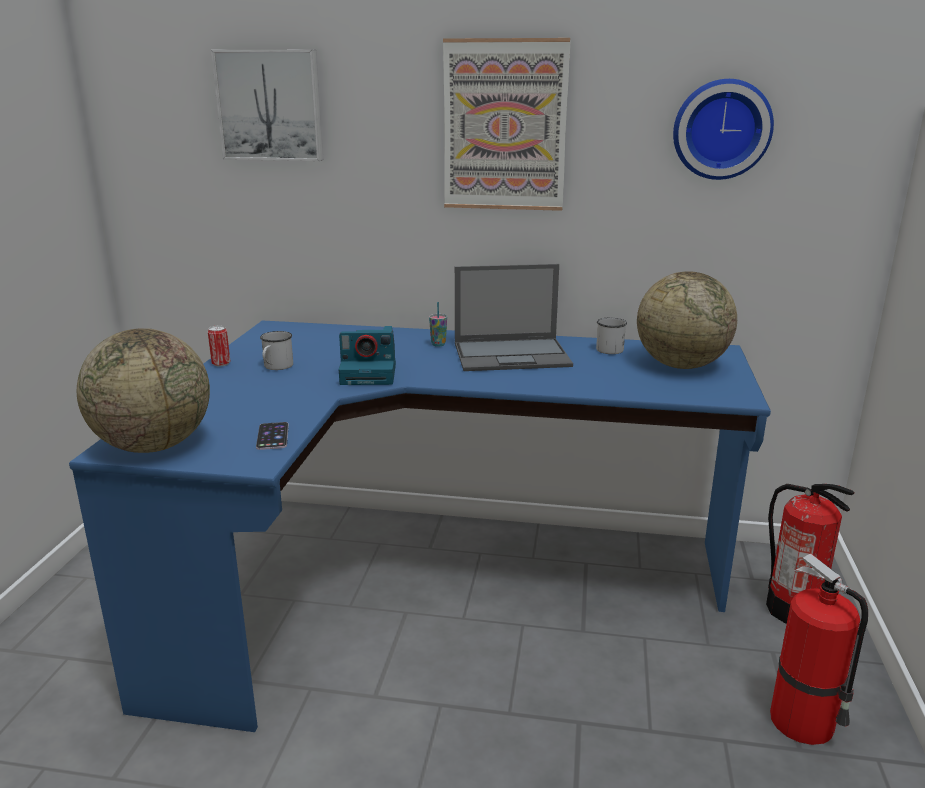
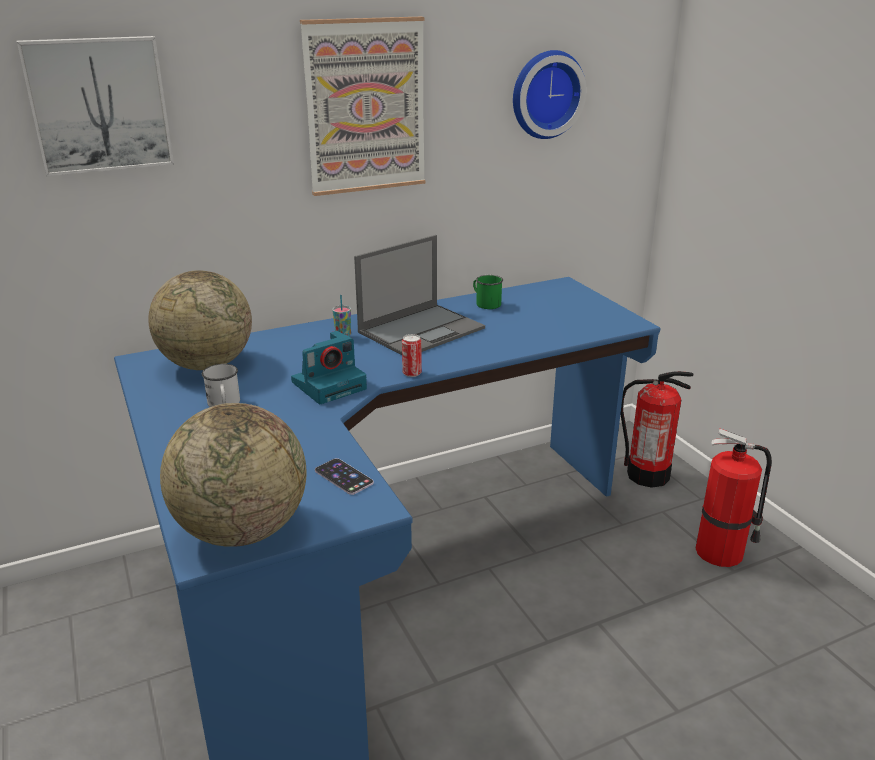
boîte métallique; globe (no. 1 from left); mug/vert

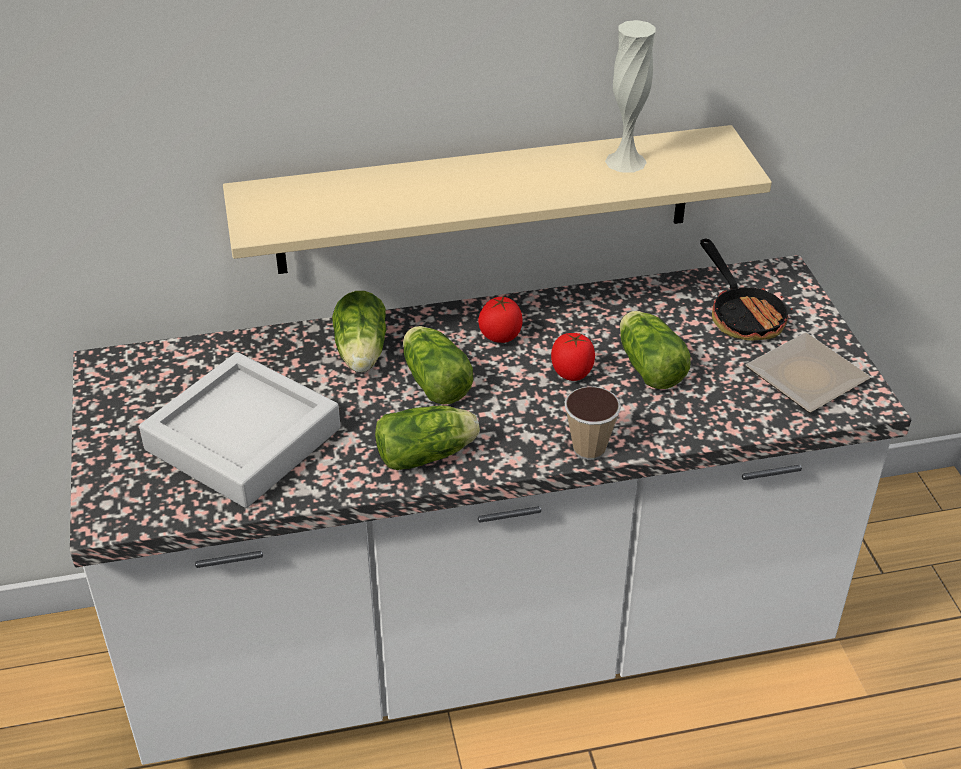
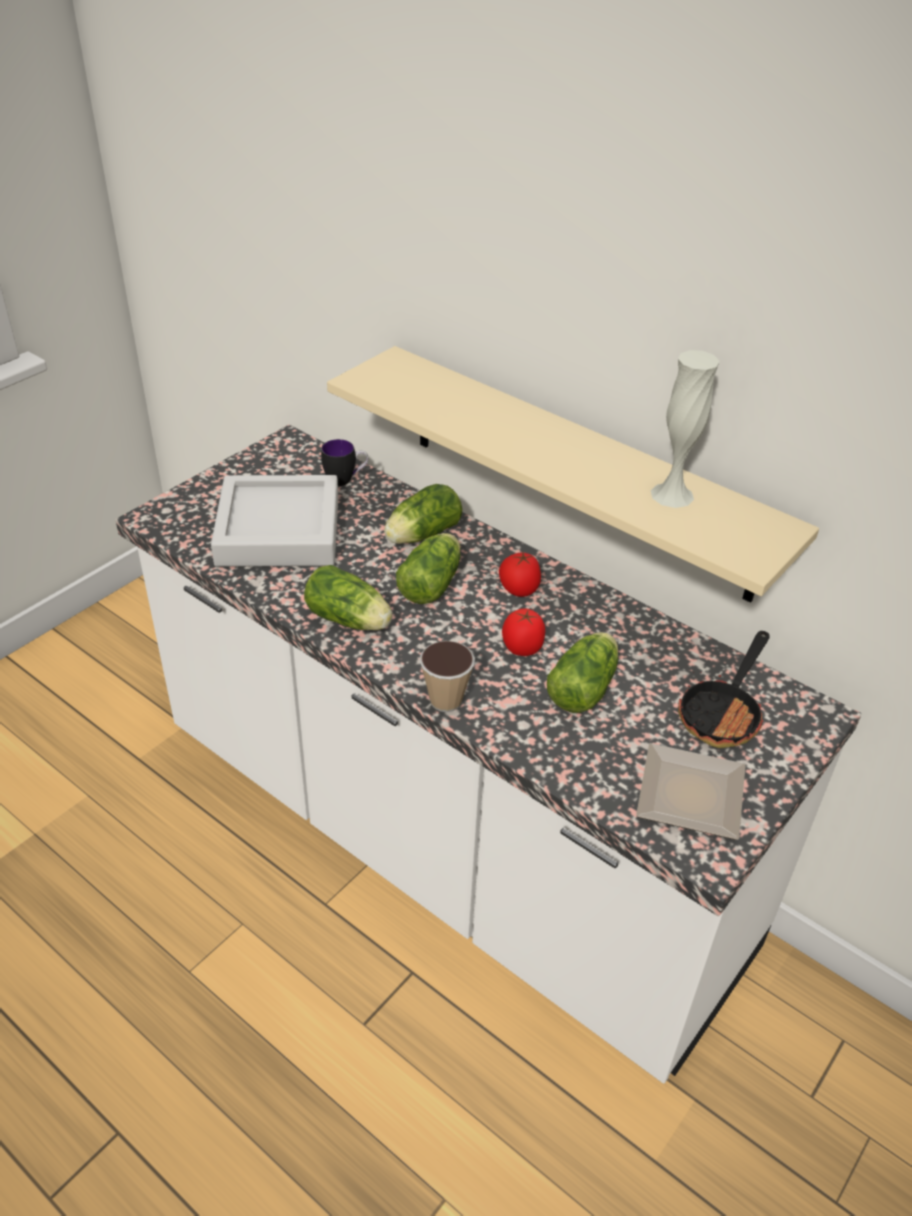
mug

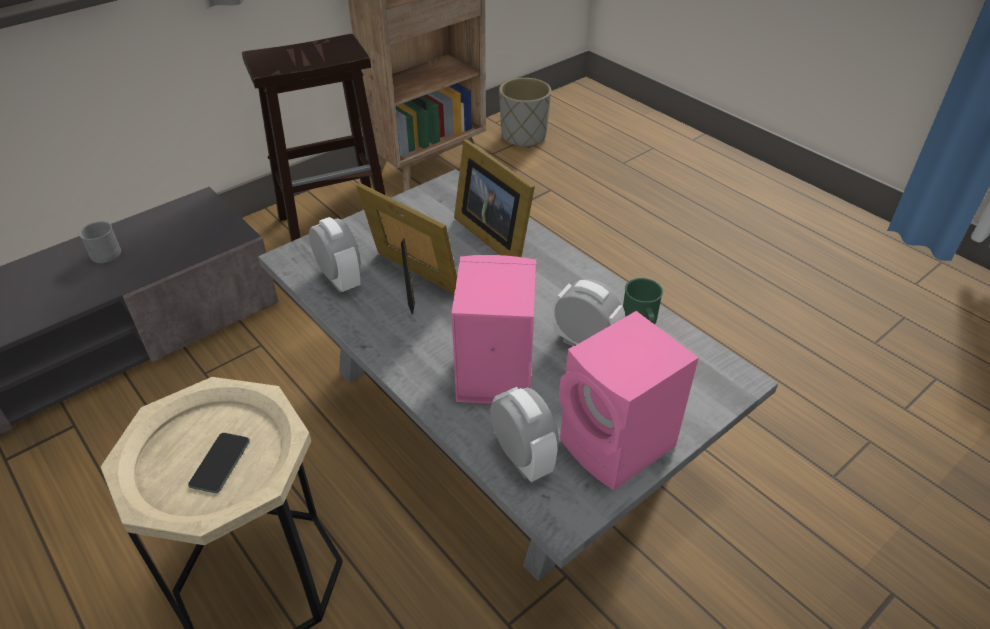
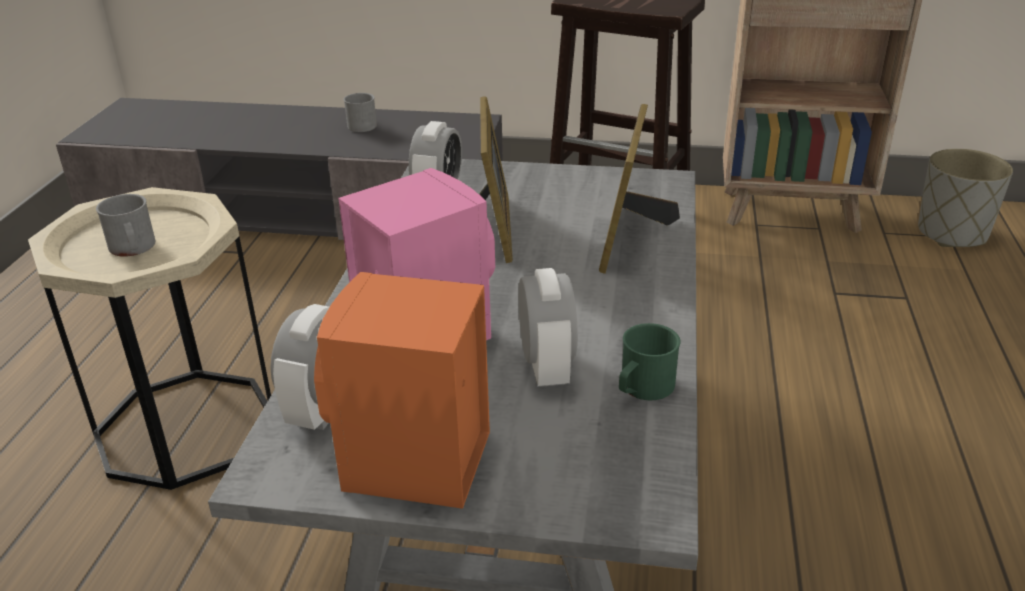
mug/gris (no. 1 from left); enceinte/orange

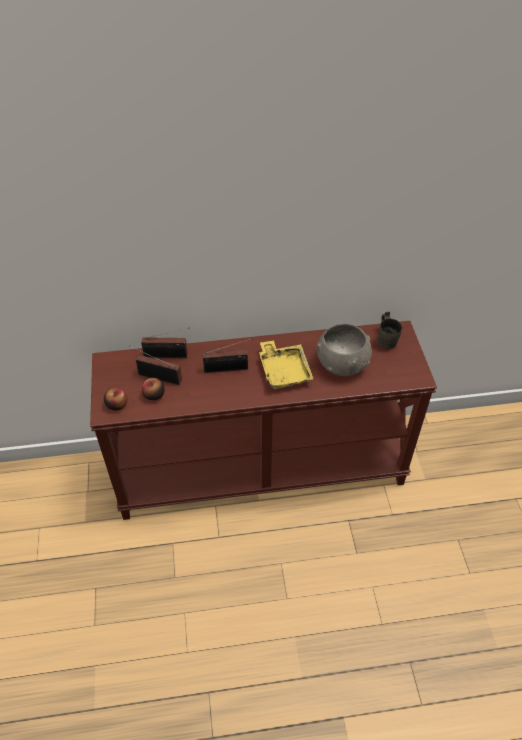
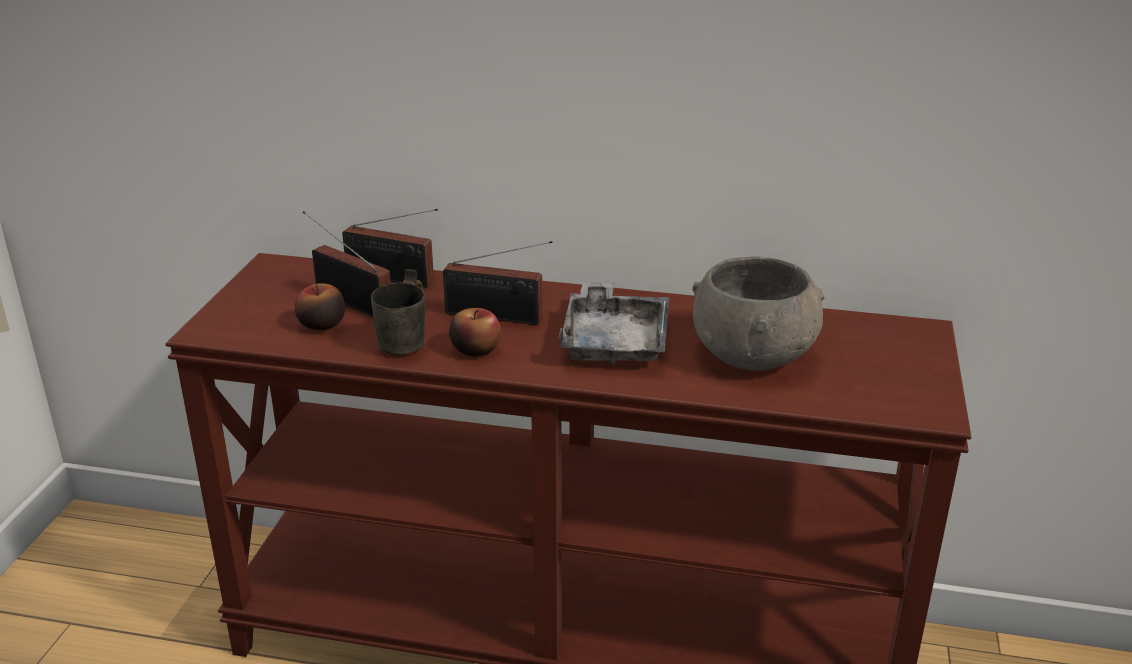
pomme (no. 2 from left); mug/gris; plateau/gris

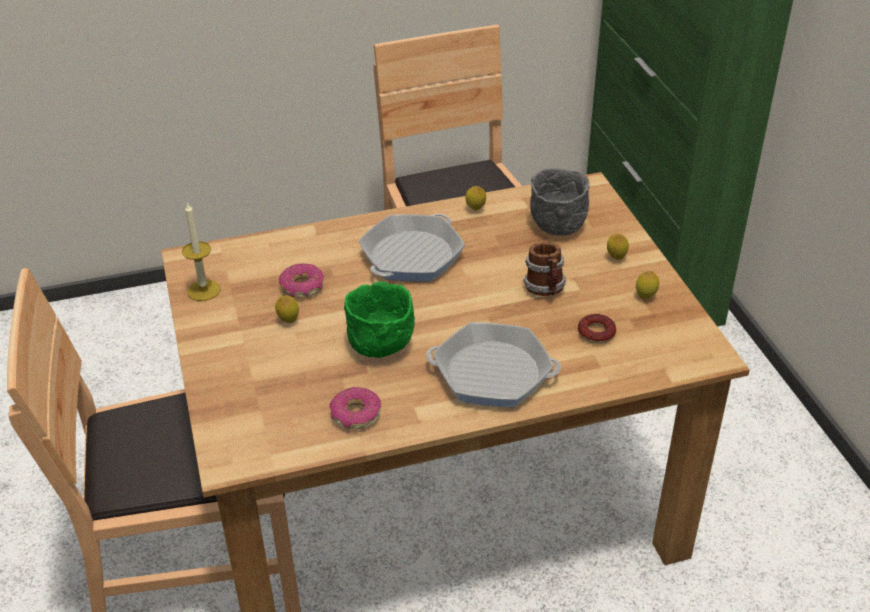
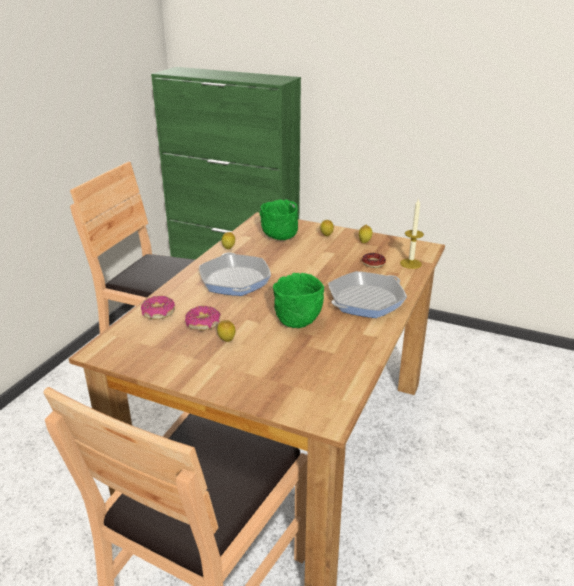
mug; bougie; beignet (no. 1 from left); bol/vert (no. 1 from left)

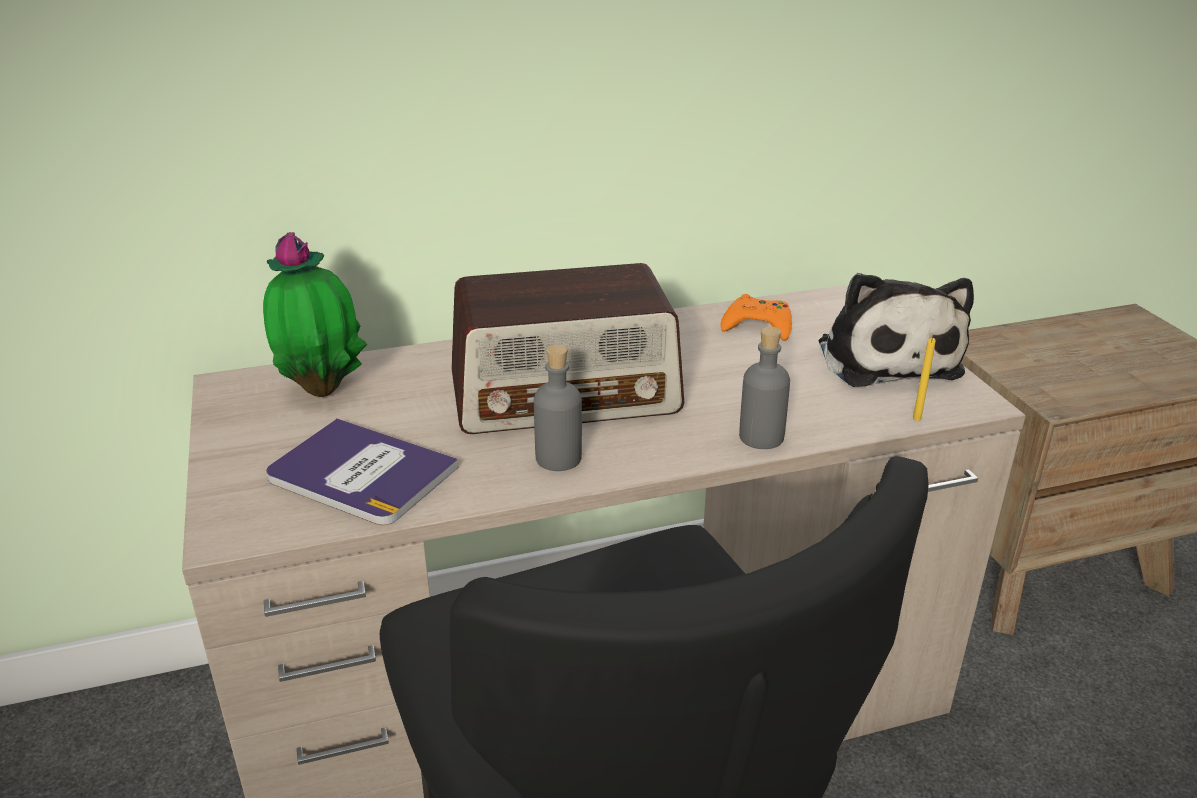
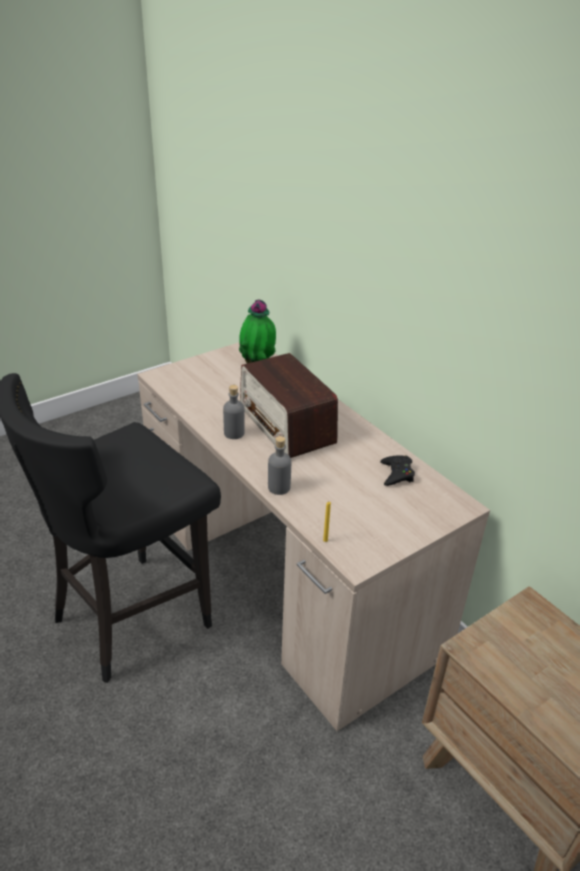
livre; peluche; manette/noir

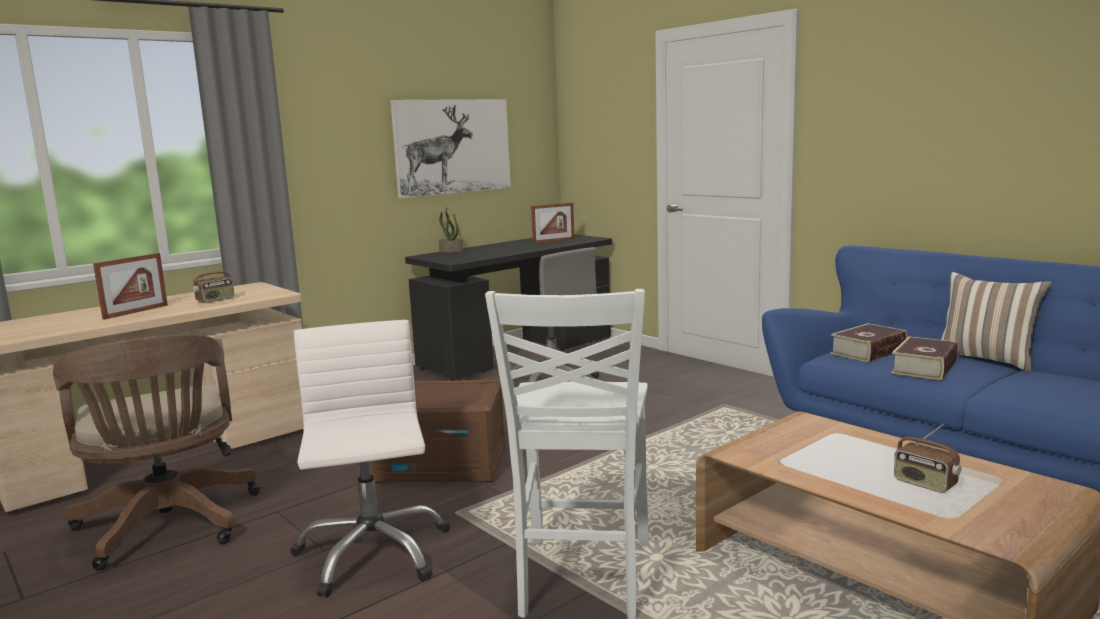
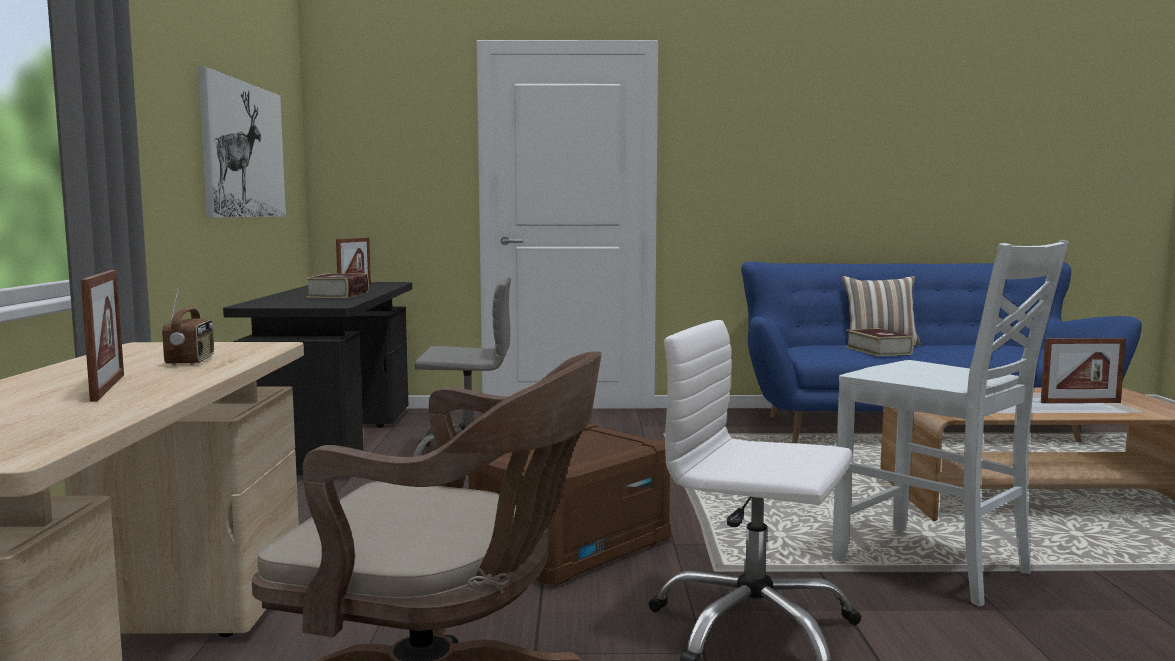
plante en pot; livre (no. 1 from left); cadre photo (no. 3 from left)

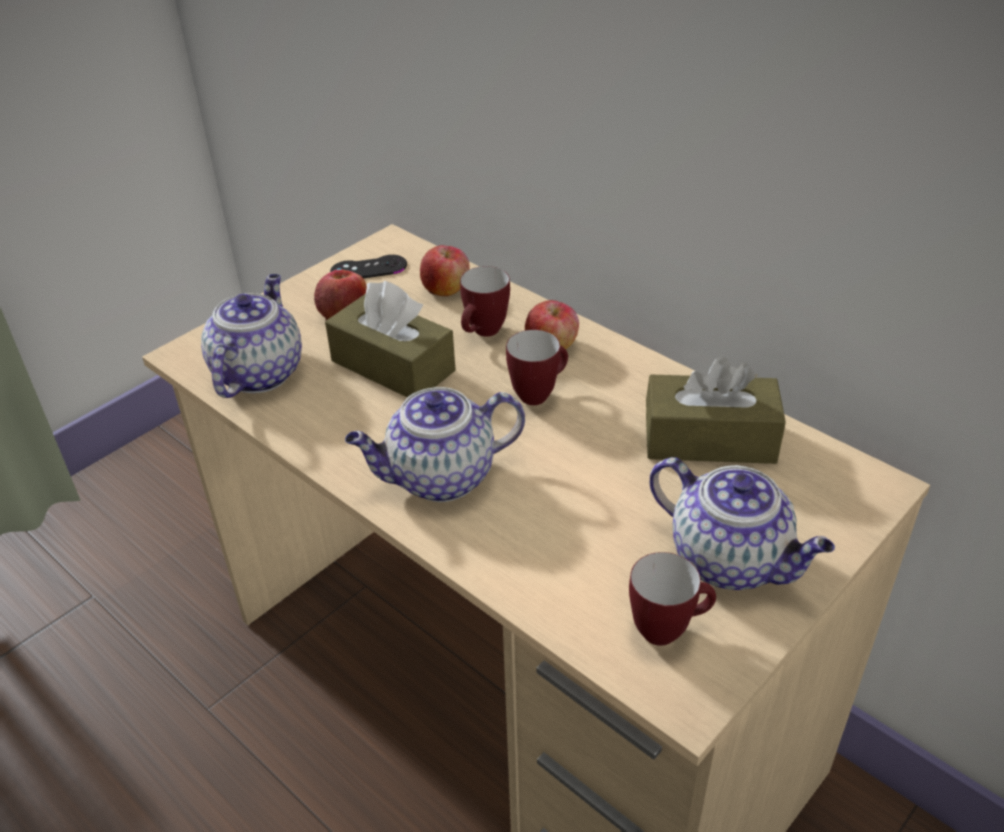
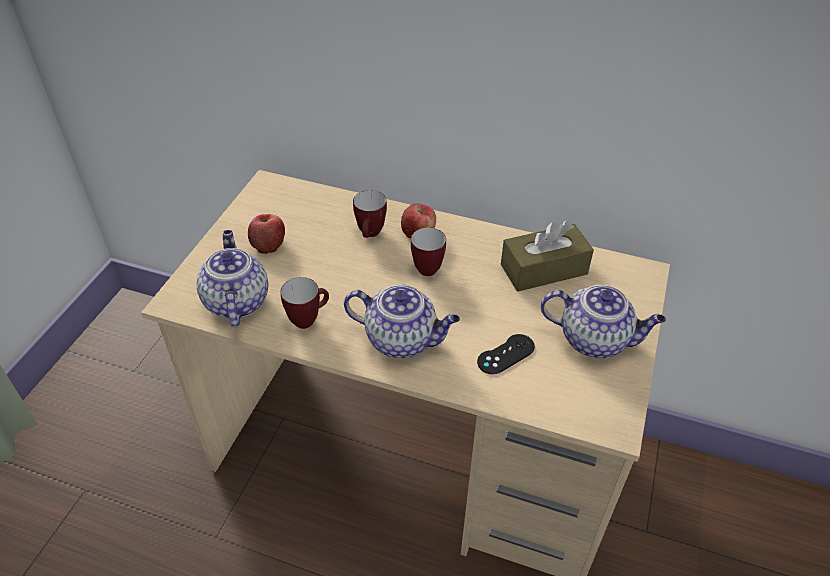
boîte à mouchoirs/marron (no. 1 from left in the first image); pomme (no. 2 from left in the first image); manette/noir; mug (no. 1 from left); théière (no. 2 from left)

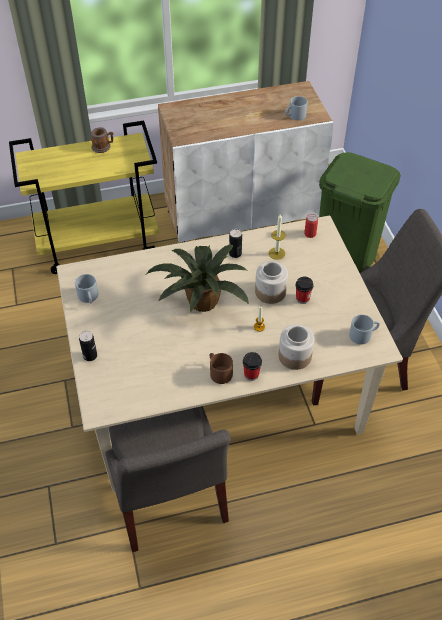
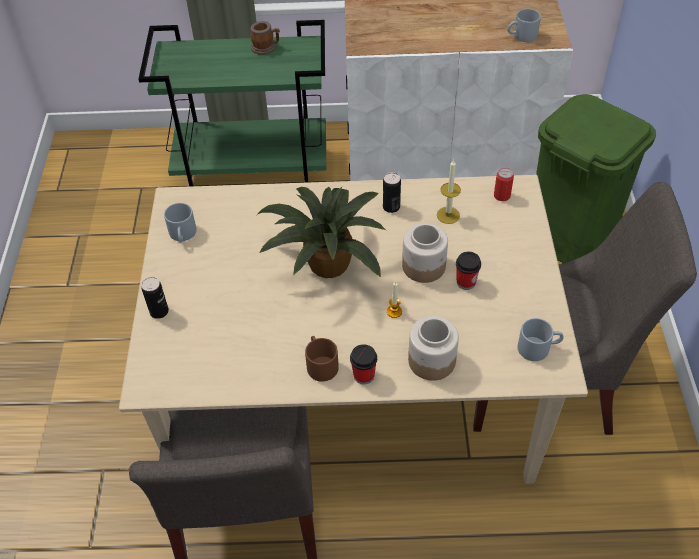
chariot/vert

